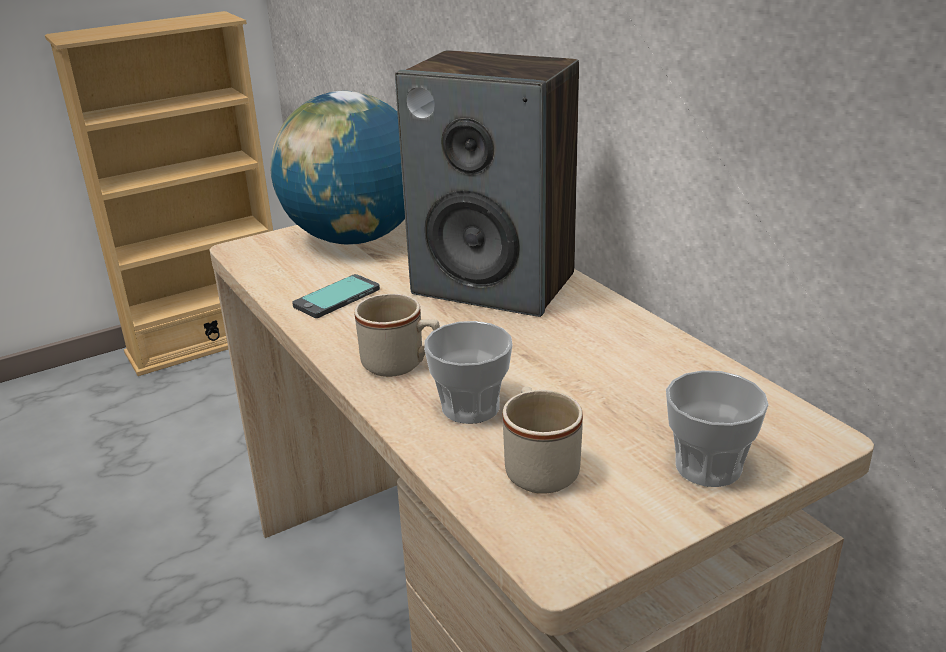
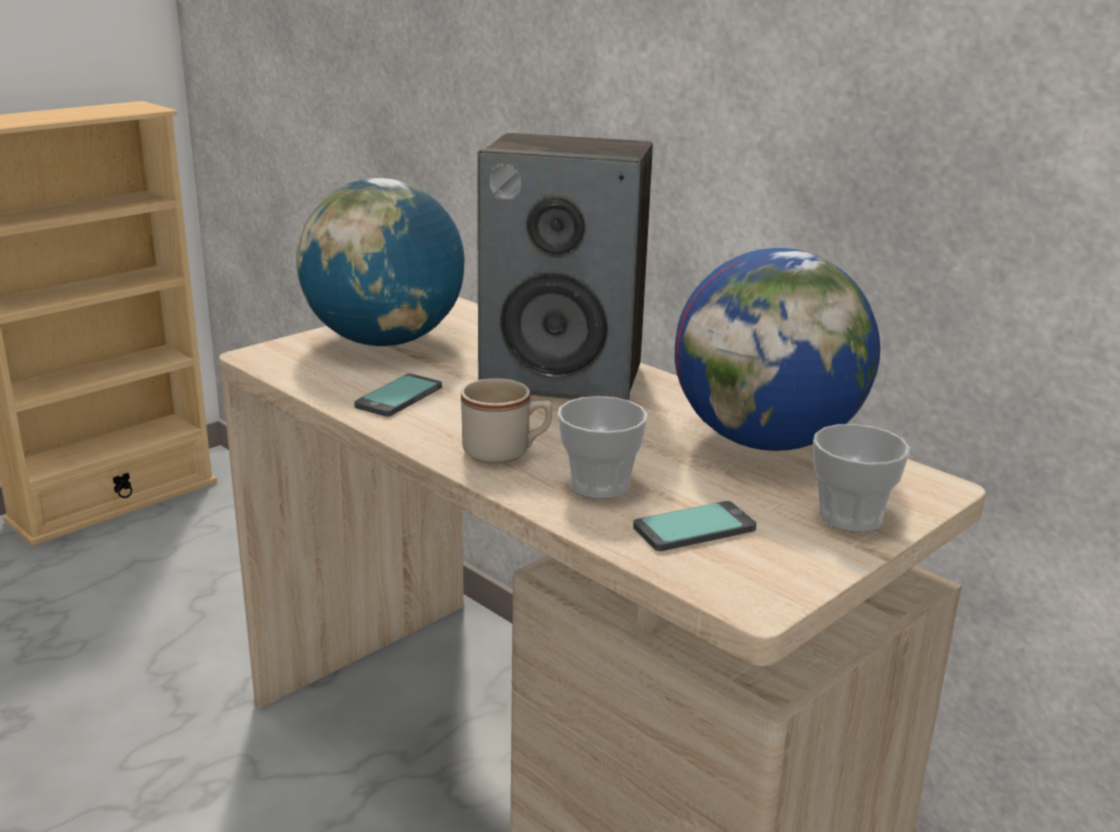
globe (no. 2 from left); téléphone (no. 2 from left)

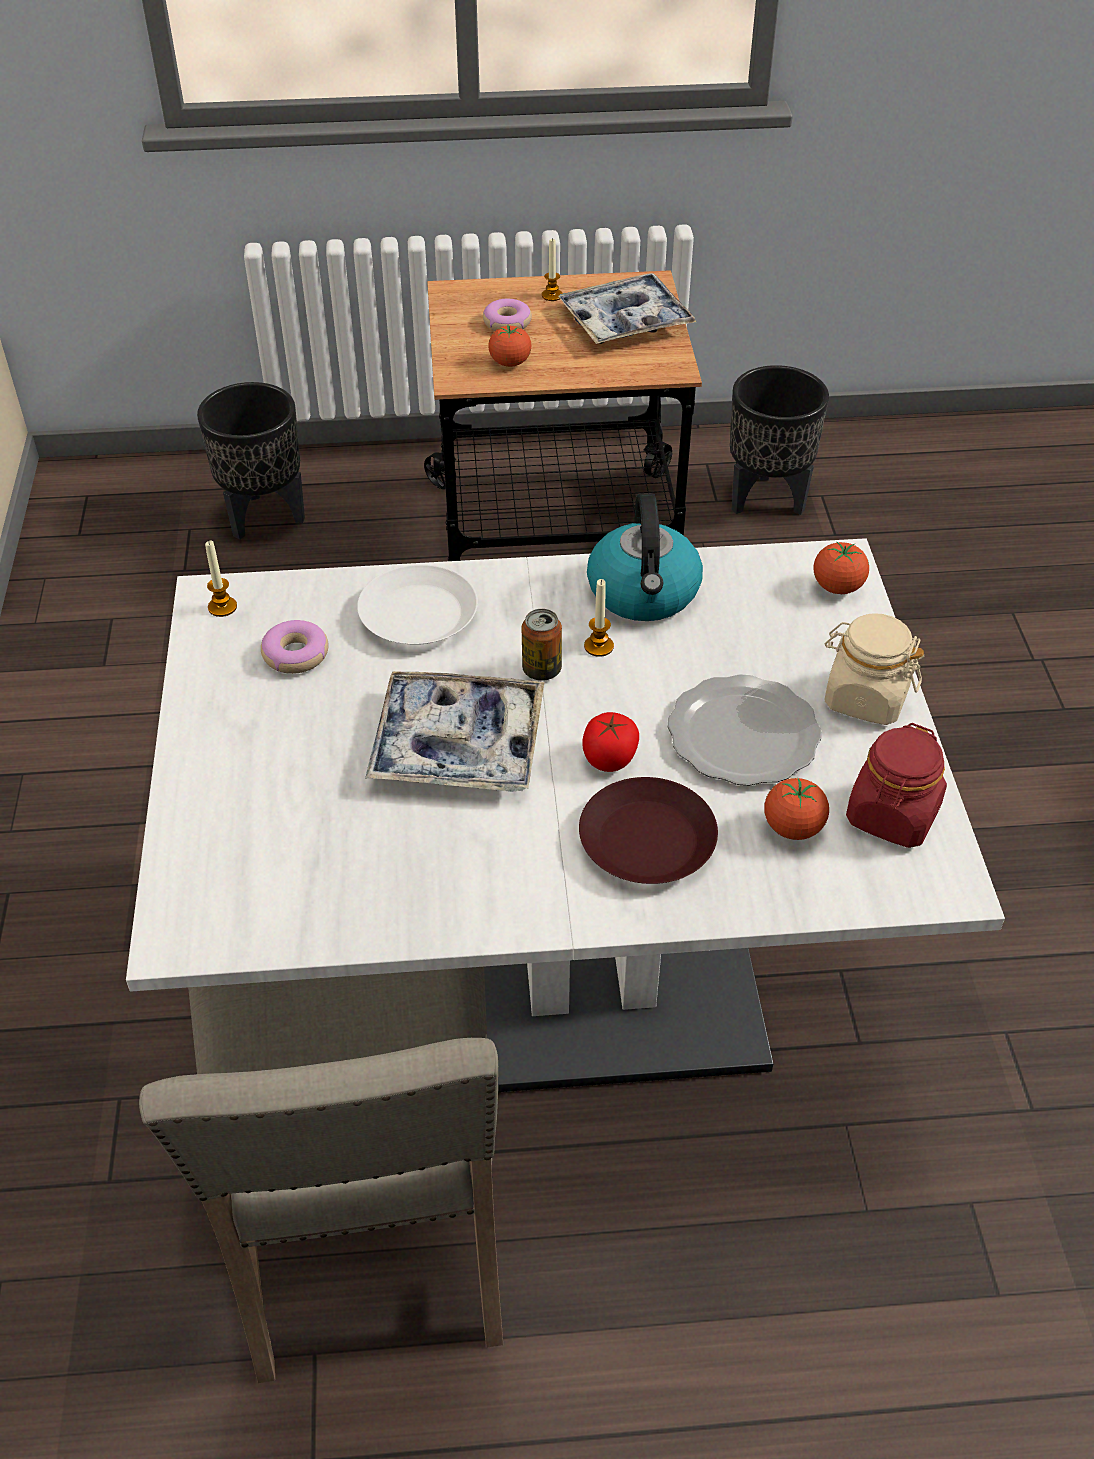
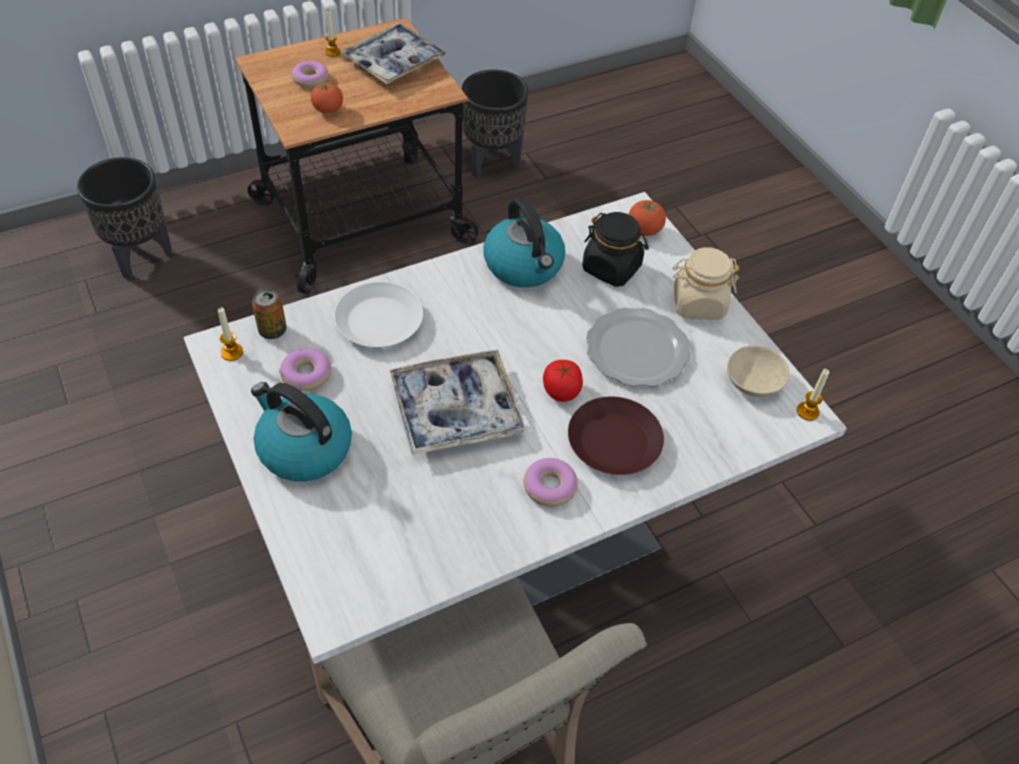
tomate (no. 3 from left in the first image); bouilloire (no. 1 from left); beignet (no. 3 from left); bocal/noir; boîte métallique; bougie (no. 3 from left); bol/beige

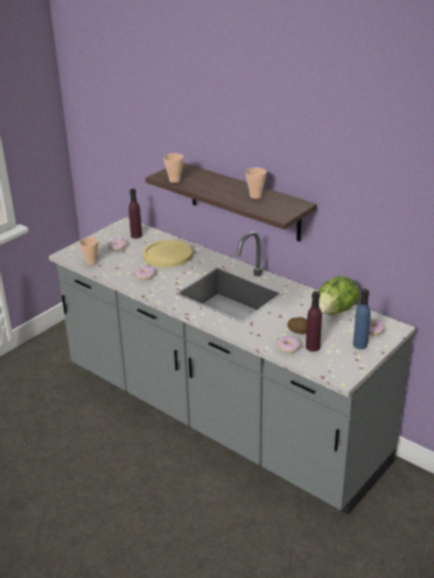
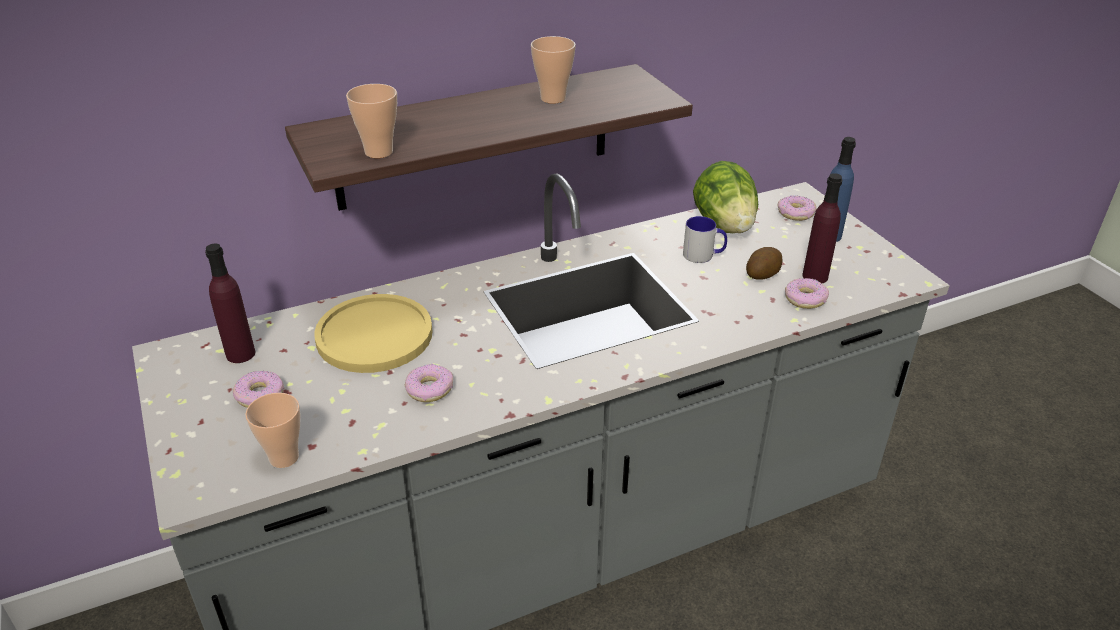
mug

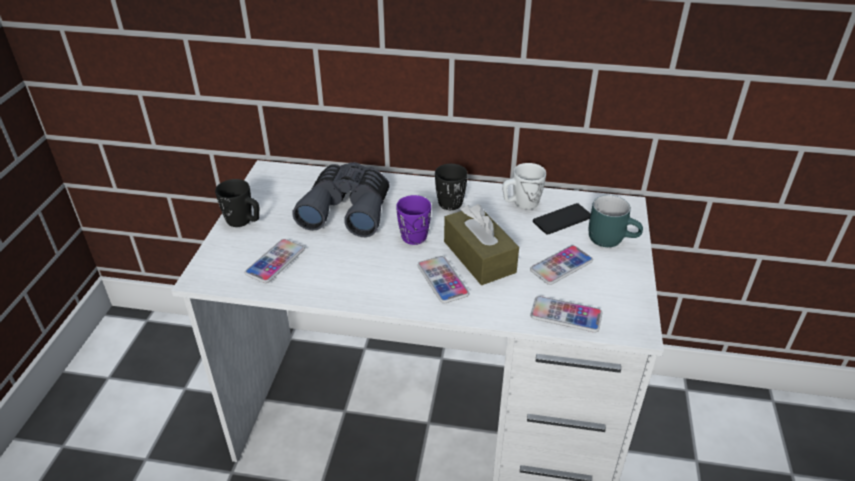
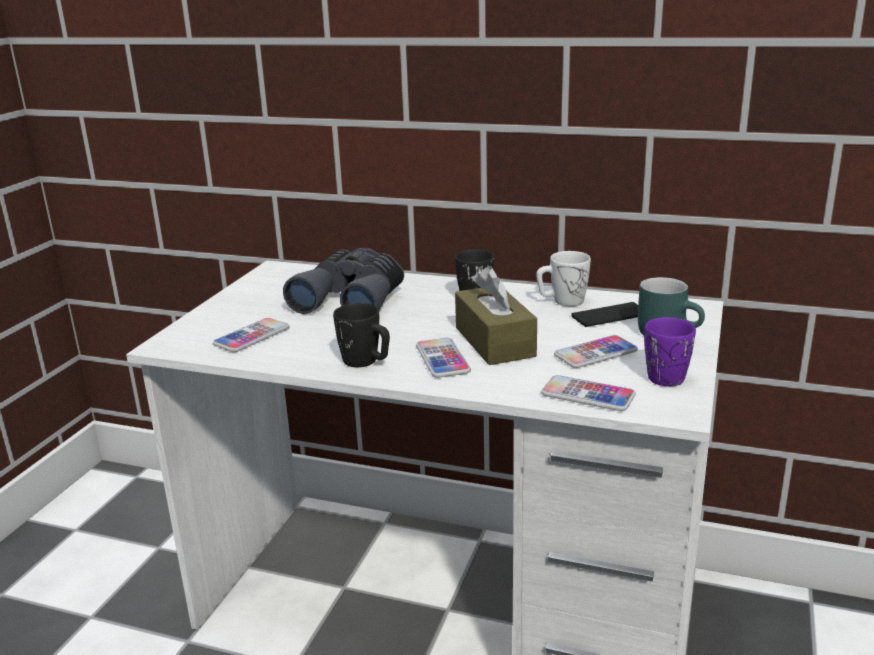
mug/noir (no. 1 from left); mug/violet

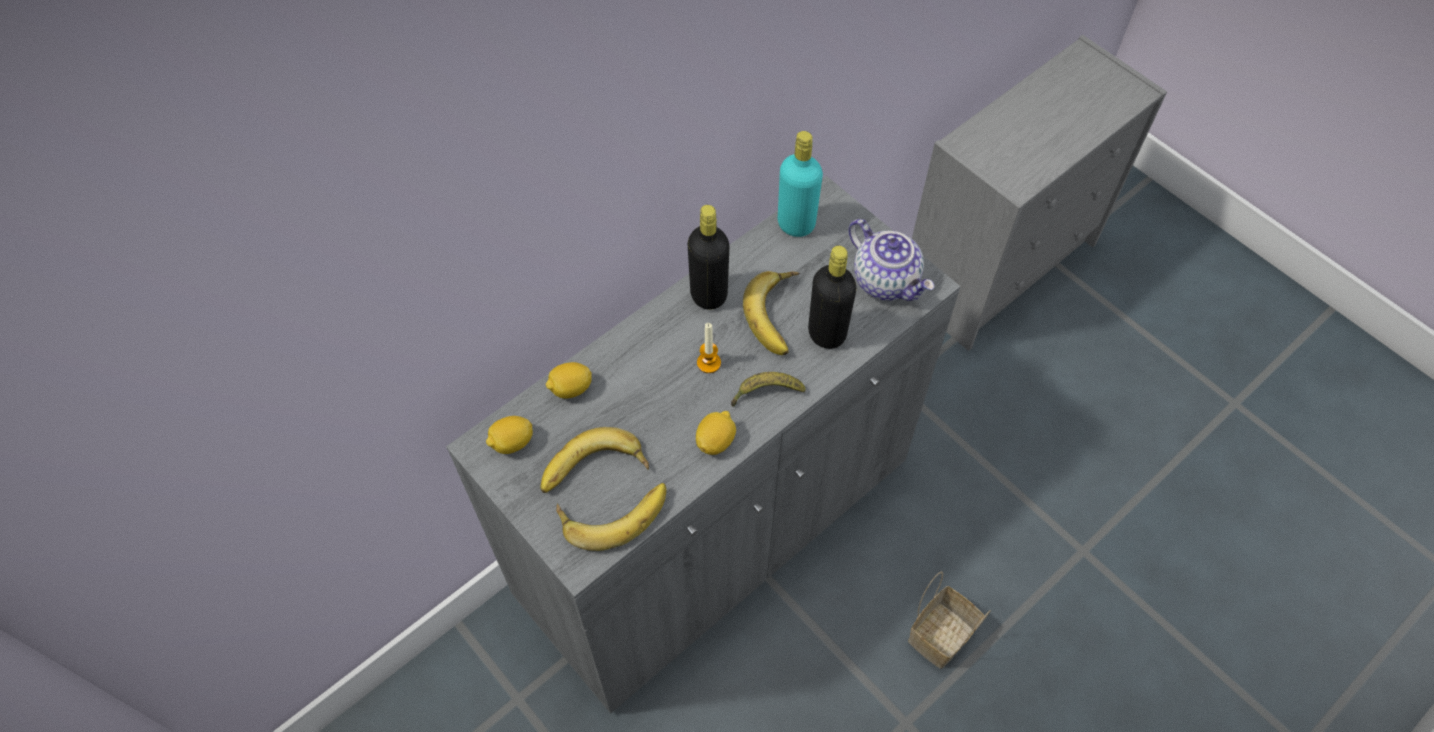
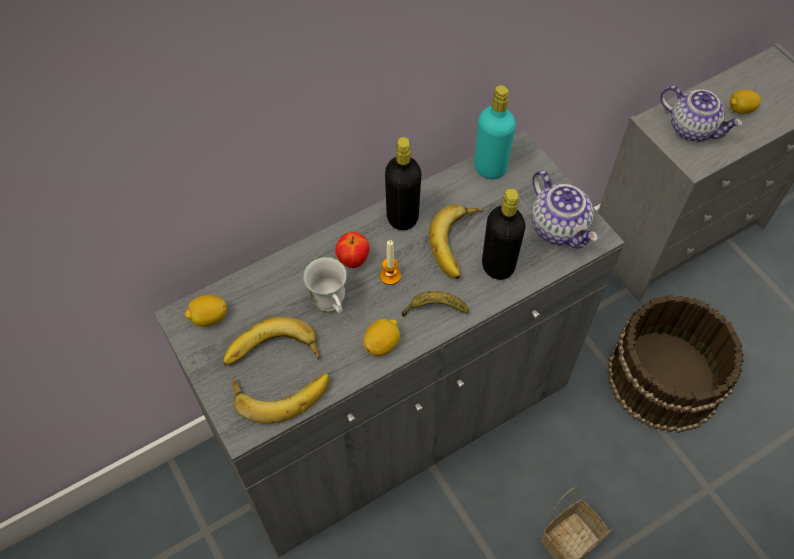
mug/blanc; pomme; seau/marron; théière (no. 2 from left); citron (no. 3 from left)

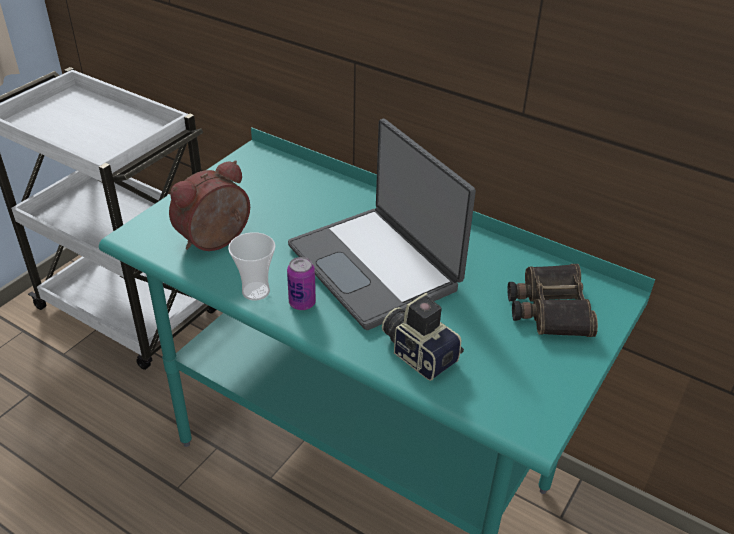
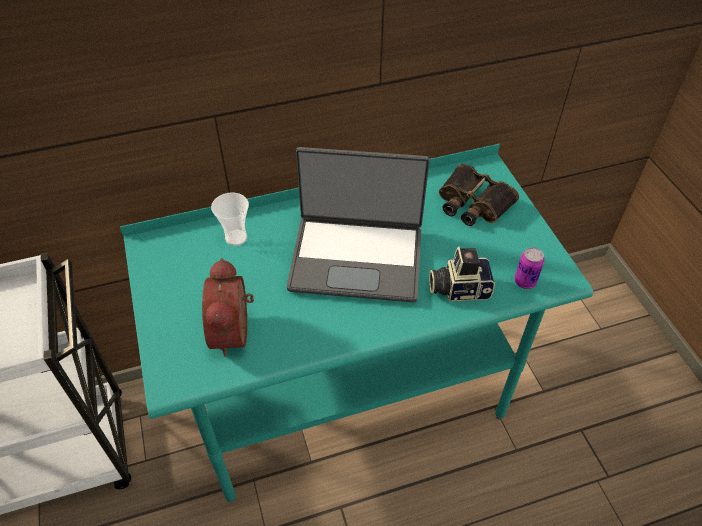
tasse; boîte métallique

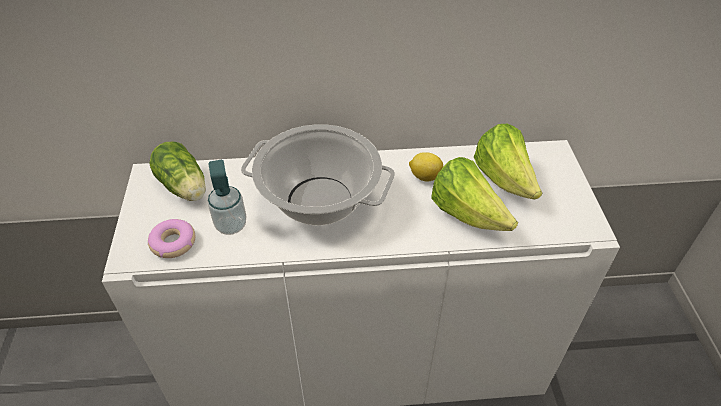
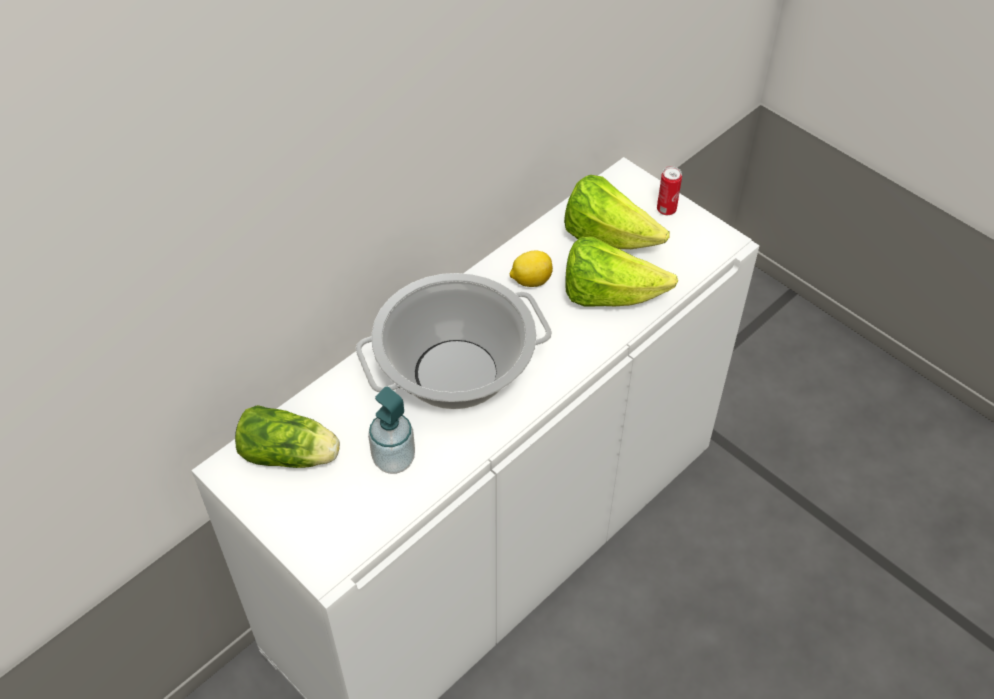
beignet; boîte métallique

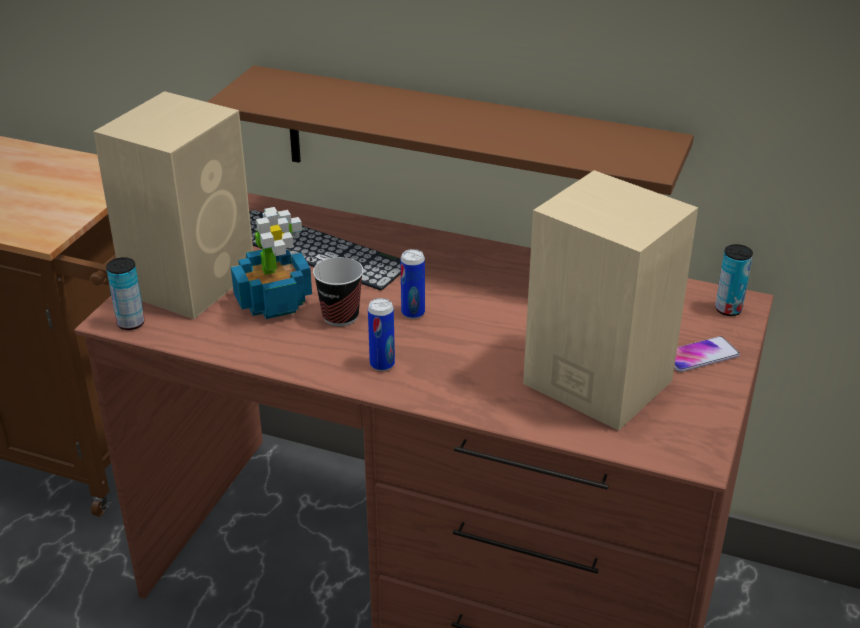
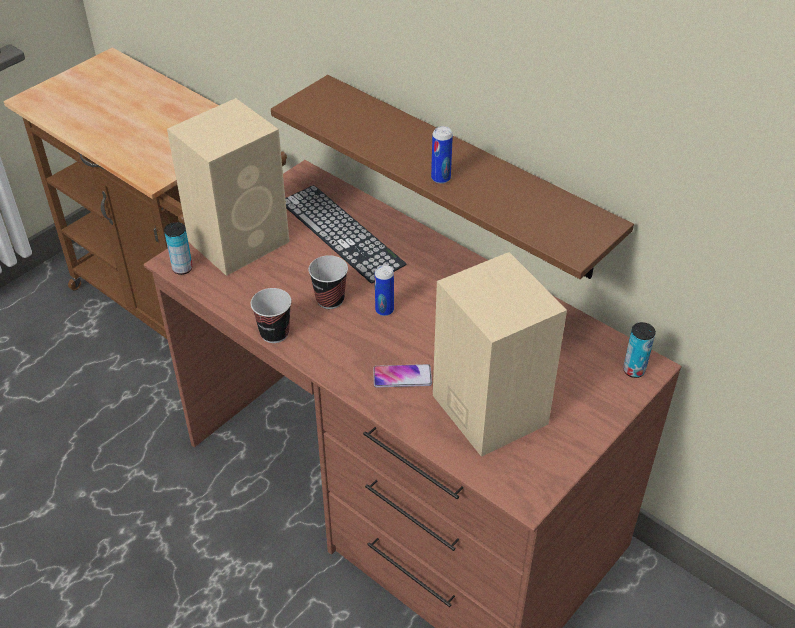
plante en pot; tasse (no. 1 from left); boîte métallique (no. 3 from left); téléphone

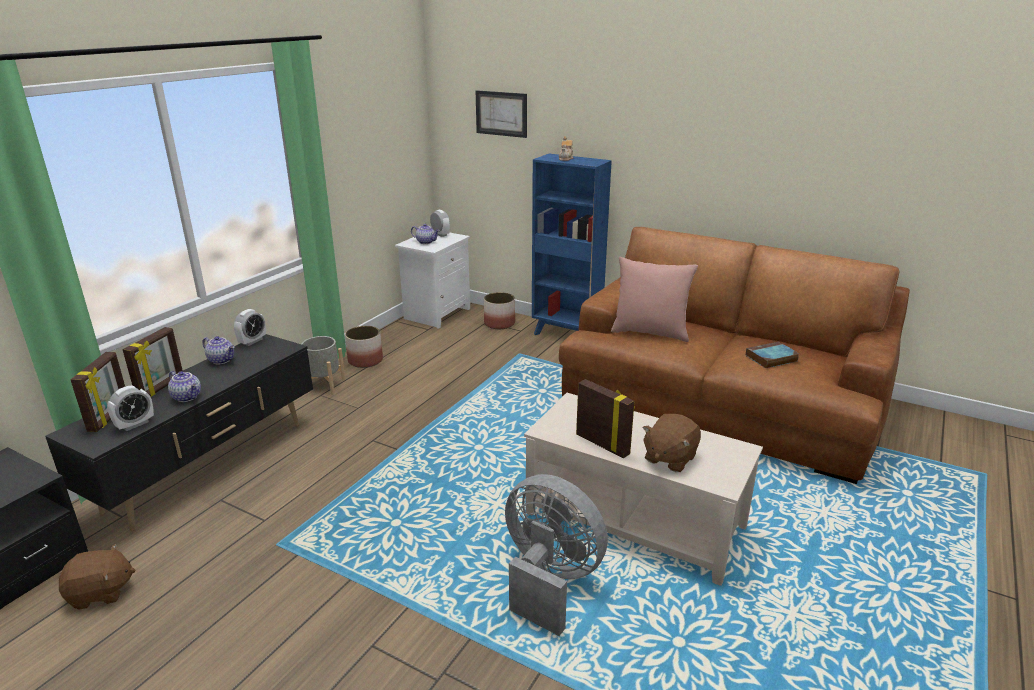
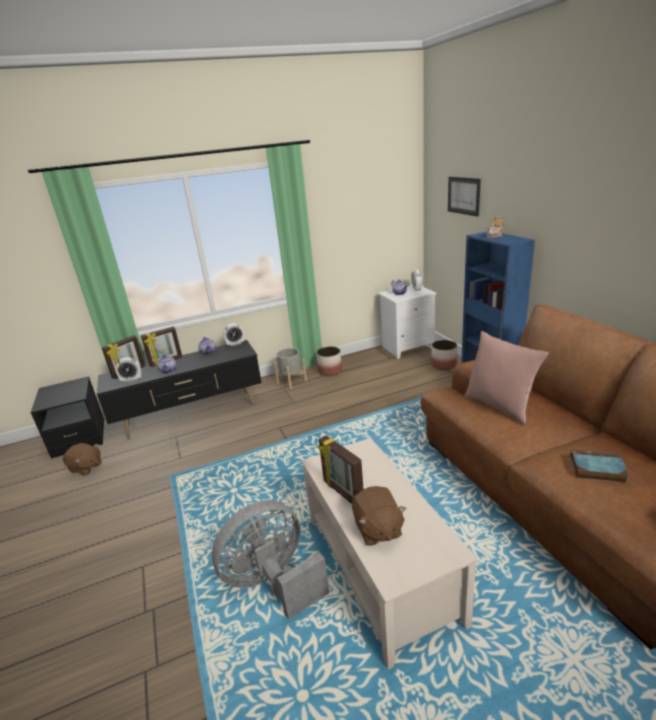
ventilateur/gris; cadre photo (no. 3 from left); peluche/marron (no. 2 from left)

